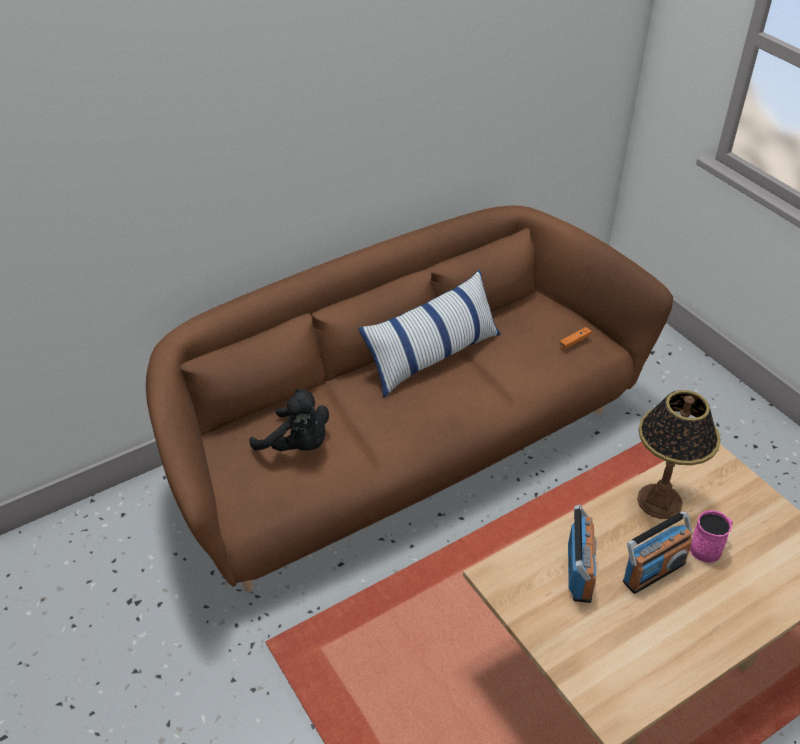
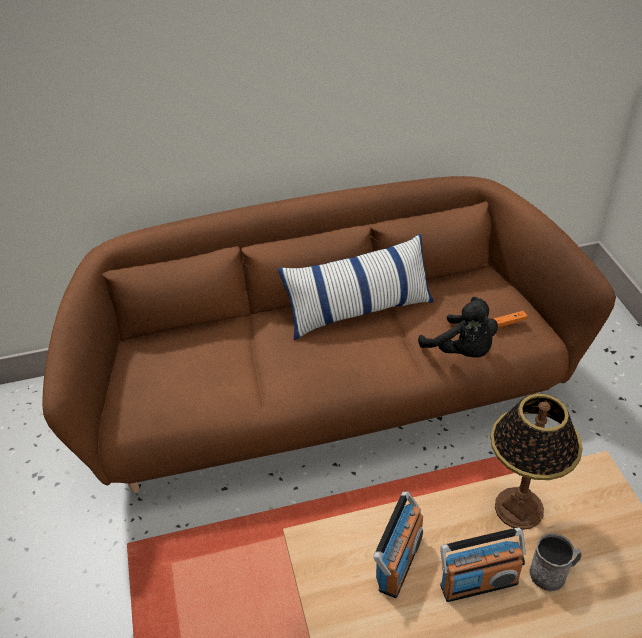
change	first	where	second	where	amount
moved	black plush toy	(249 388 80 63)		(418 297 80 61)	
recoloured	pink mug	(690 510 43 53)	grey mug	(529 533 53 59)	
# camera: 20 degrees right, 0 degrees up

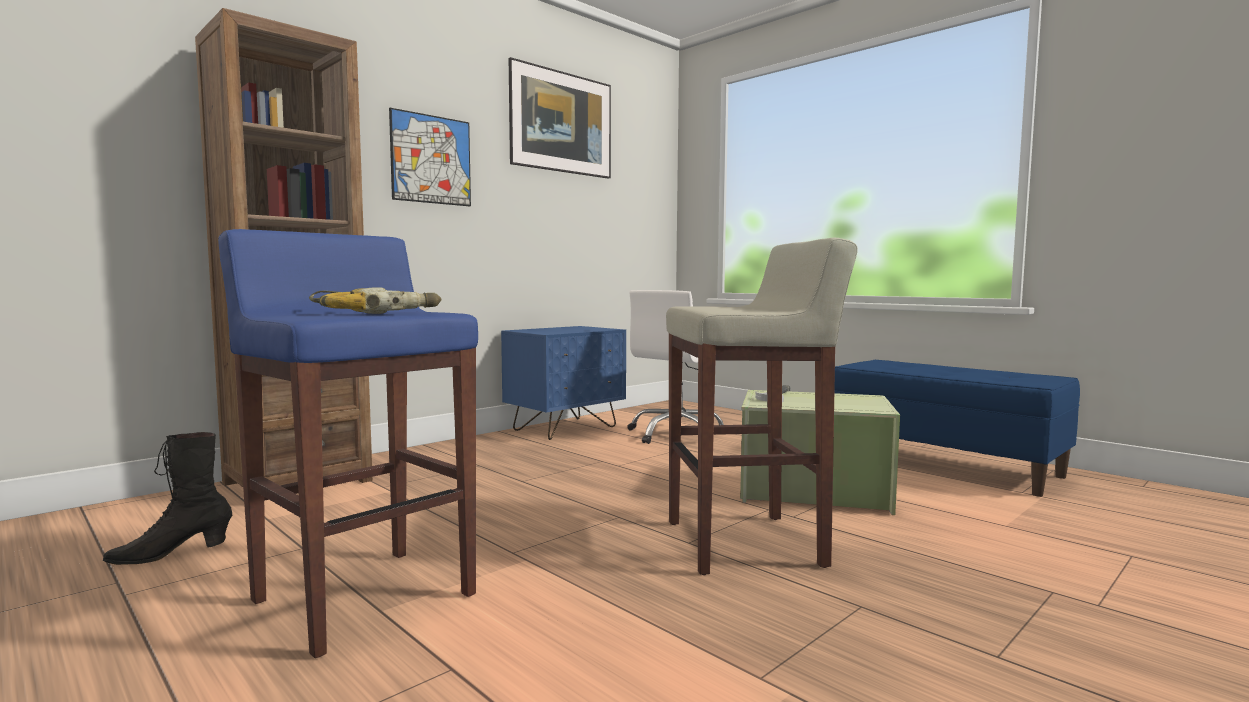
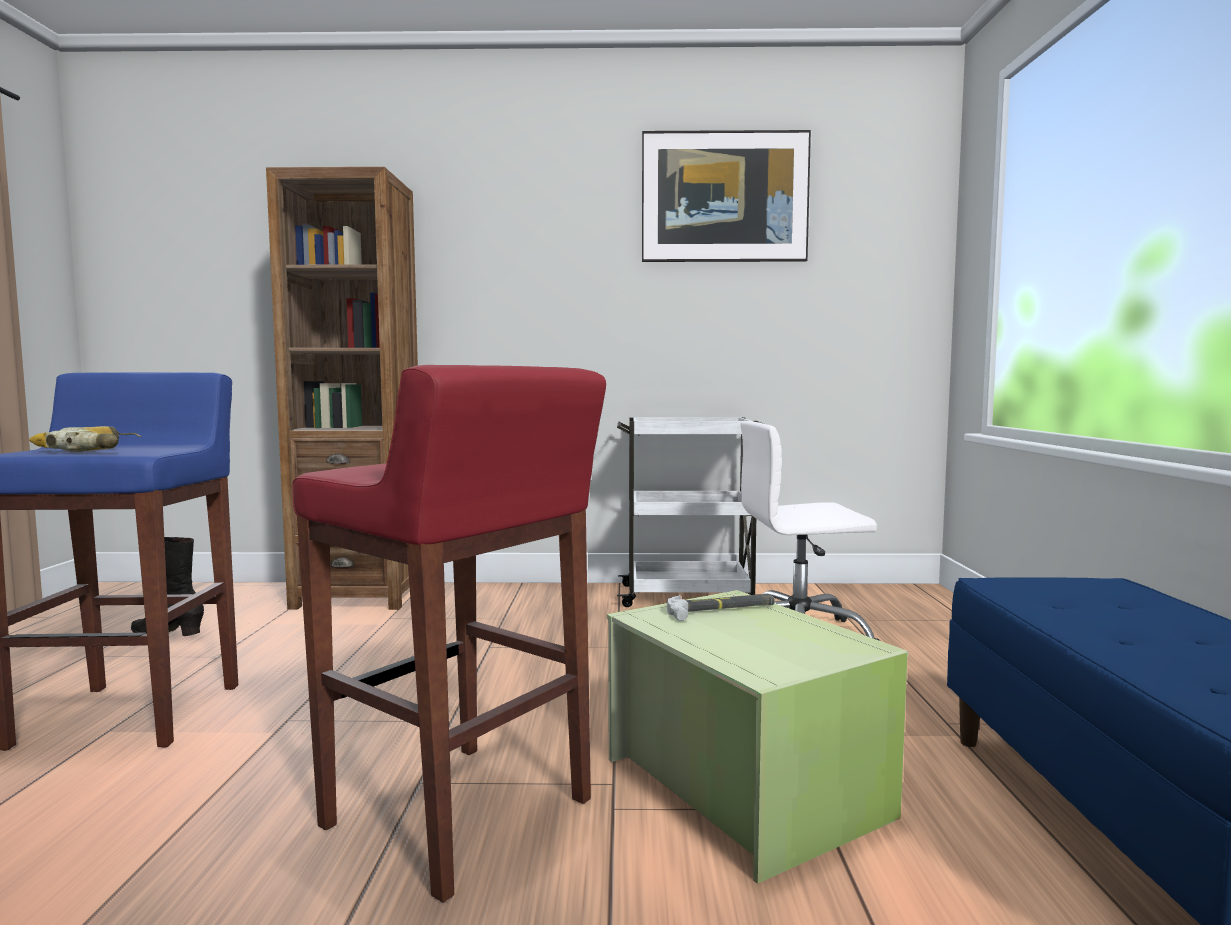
change	first	where	second	where	amount
removed	picture	(389 108 82 98)			
recoloured	beige stool	(666 238 192 337)	red stool	(293 365 313 538)	
replaced	blue nightstand	(501 326 125 114)	white cart	(617 417 147 190)	
# camera: 45 degrees right, 0 degrees up

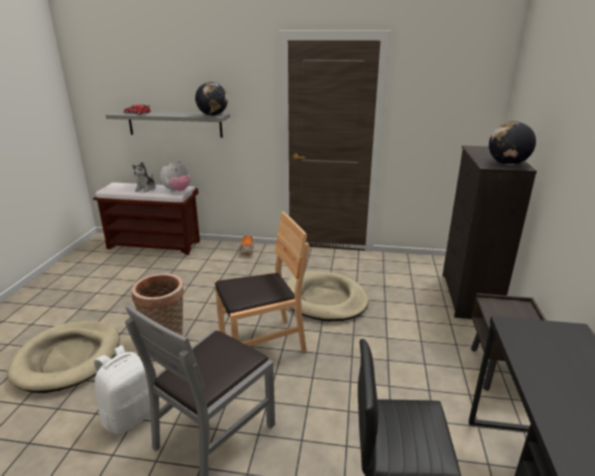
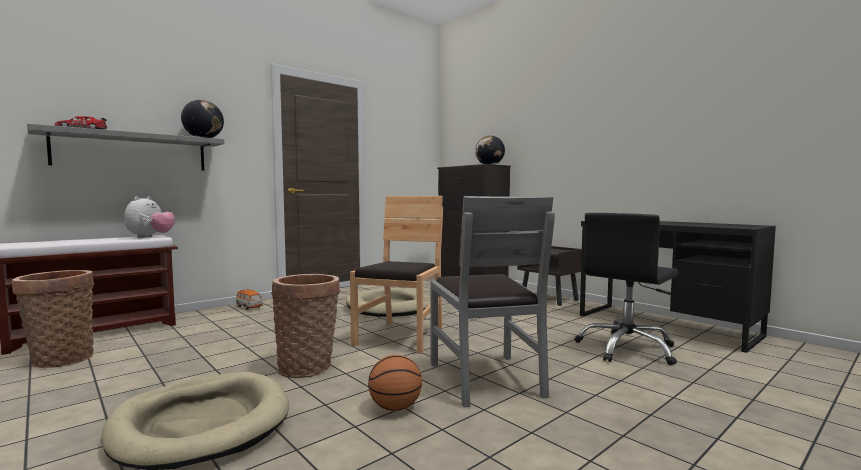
change	first	where	second	where	amount
removed	plush toy	(132 162 24 31)			
replaced	white backpack	(94 345 56 90)	basketball	(368 355 54 56)	
added			basket	(12 270 82 98)	
# camera: 50 degrees left, 20 degrees down

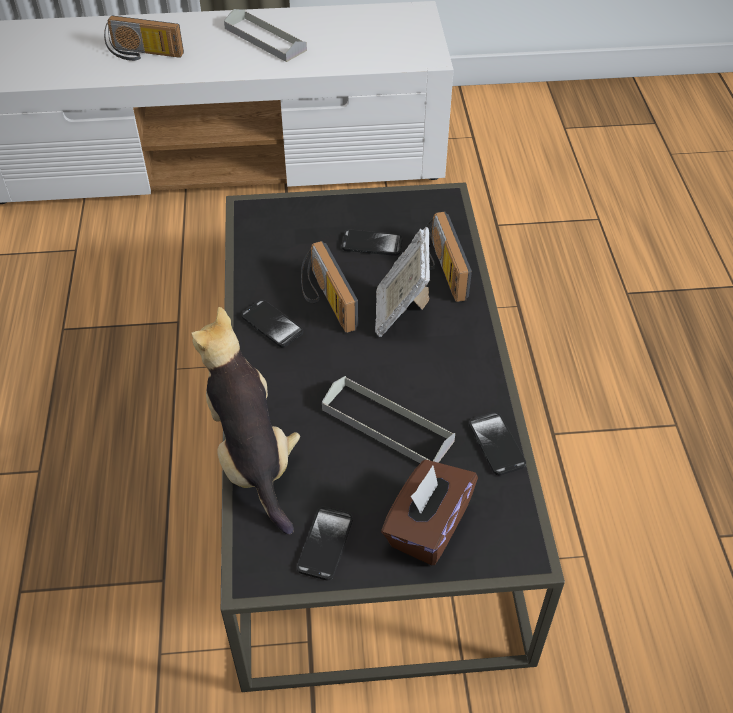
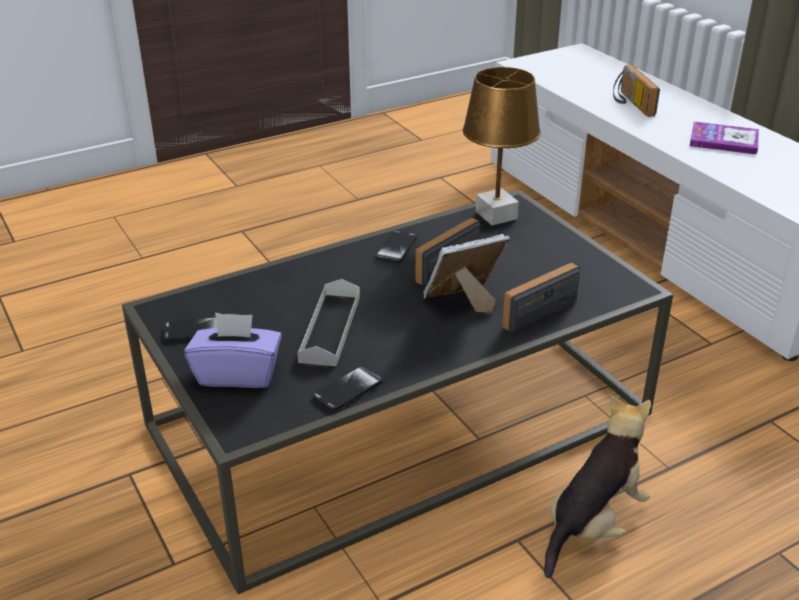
change	first	where	second	where	amount
replaced	grey tray	(224 9 83 53)	book	(690 121 69 34)	
removed	phone	(341 229 62 27)			
moved	plush toy	(192 307 108 228)		(544 395 107 183)	
recoloured	brown tissue box	(381 460 97 105)	purple tissue box	(184 312 98 76)	
added			brown table lamp	(463 67 78 159)	
# camera: 65 degrees right, 15 degrees down

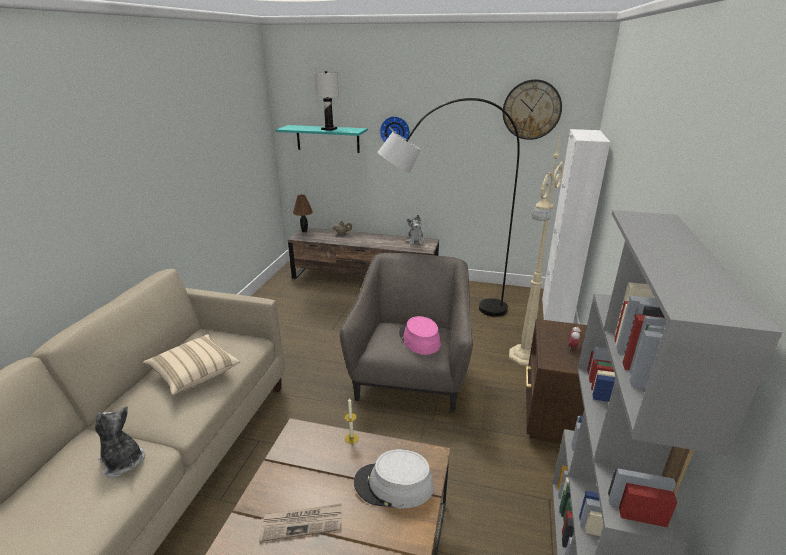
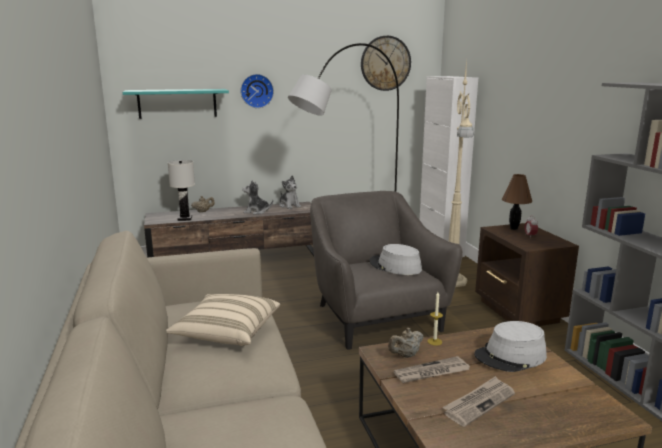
change	first	where	second	where	amount
moved	white table lamp	(314 71 25 60)		(168 160 27 61)	
moved	brown table lamp	(293 194 20 38)		(502 174 30 56)	
recoloured	pink hat	(399 316 42 39)	grey hat	(370 244 52 31)	
moved	plush toy	(95 406 50 72)		(242 180 31 35)	
added			beige teapot	(388 328 35 30)	
added			newspaper	(394 356 76 27)	
# camera: 30 degrees left, 10 degrees down

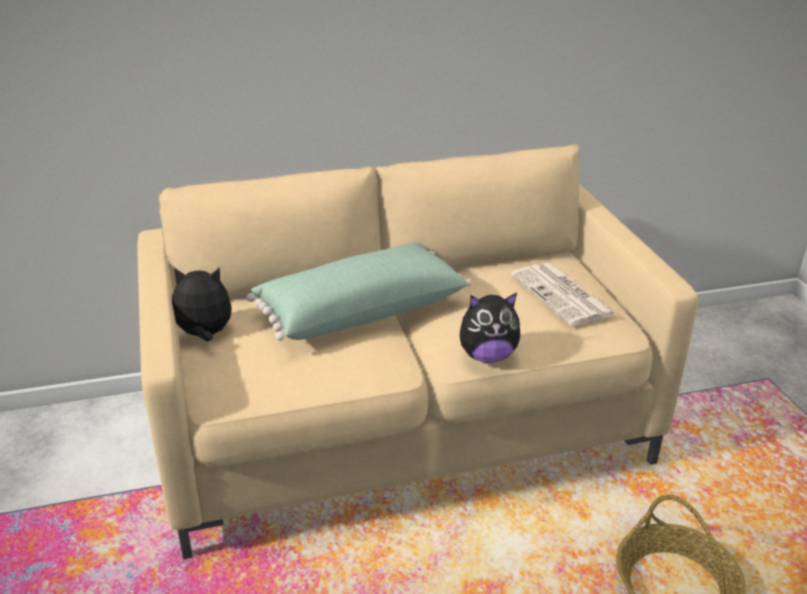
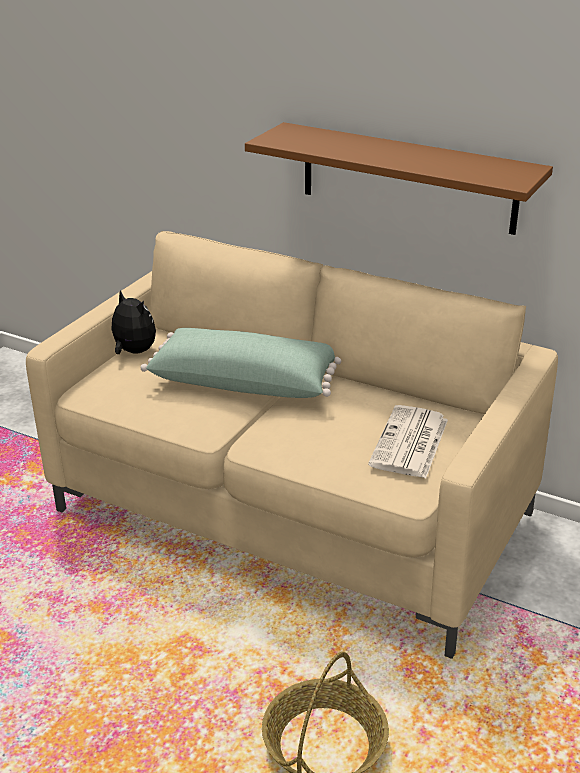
change	first	where	second	where	amount
removed	plush toy	(460 293 60 70)			
added			brown shelf	(245 122 308 113)	
# camera: 45 degrees right, 0 degrees up

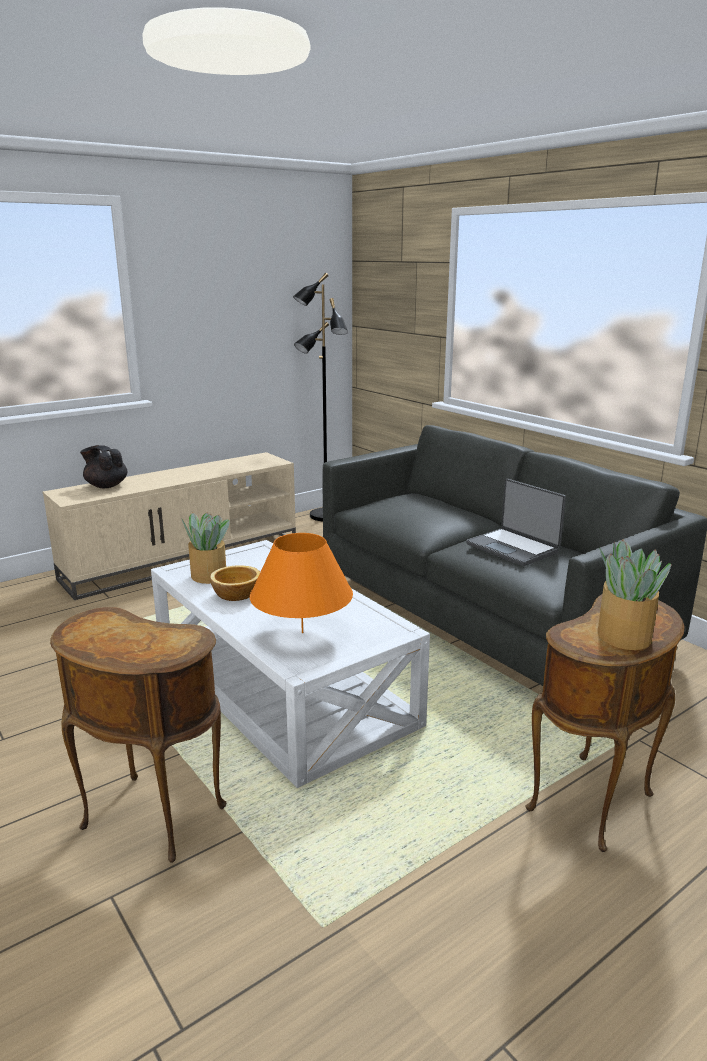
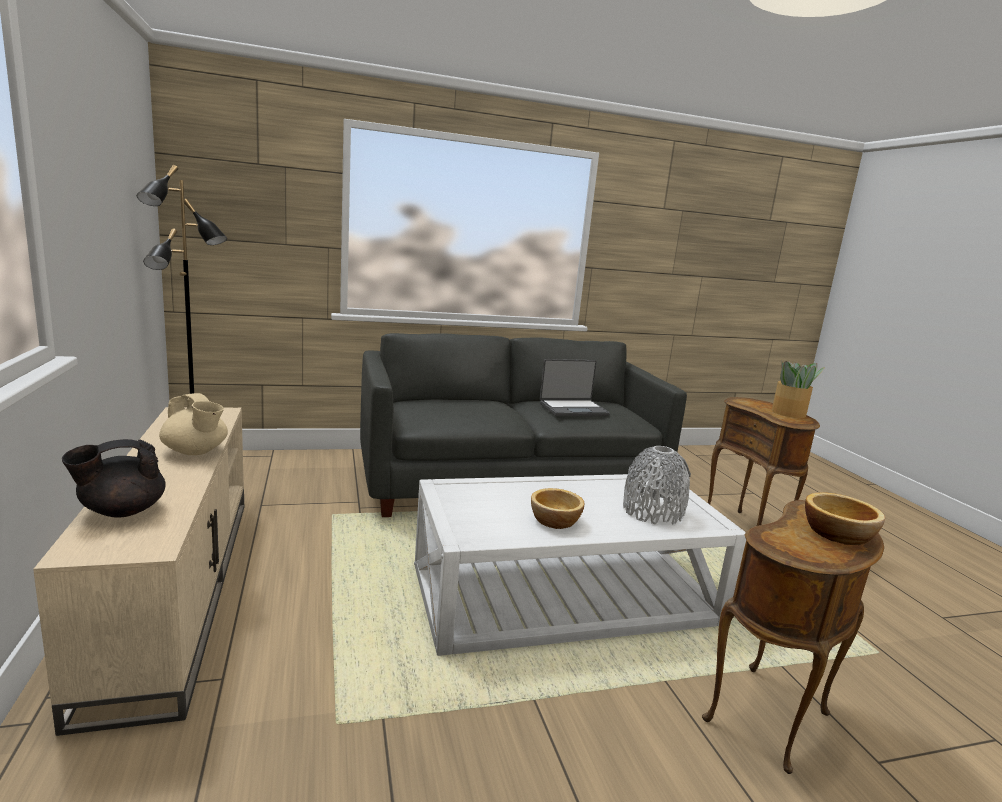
change	first	where	second	where	amount
removed	potted plant	(181 512 49 72)			
replaced	orange table lamp	(250 533 103 100)	grey vase	(623 446 68 78)	
added			beige teapot	(159 393 69 62)	
added			bowl	(805 492 80 53)	
# camera: 70 degrees left, 5 degrees down

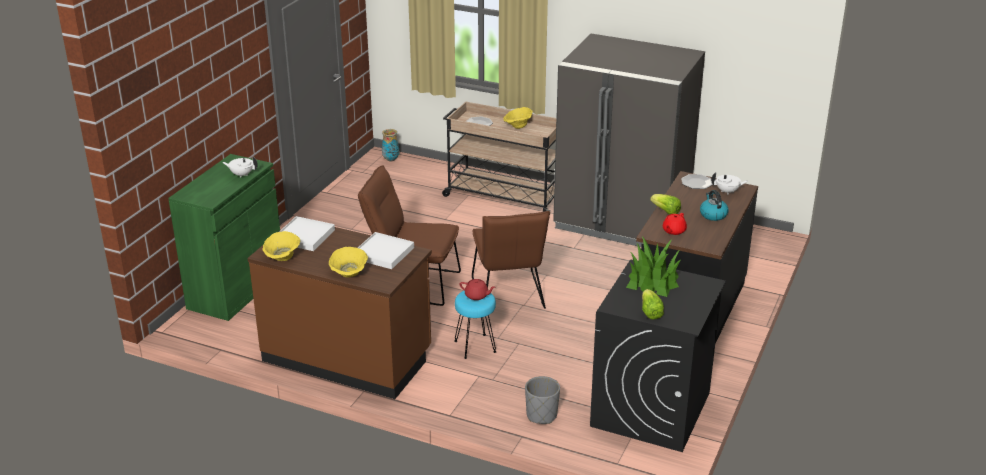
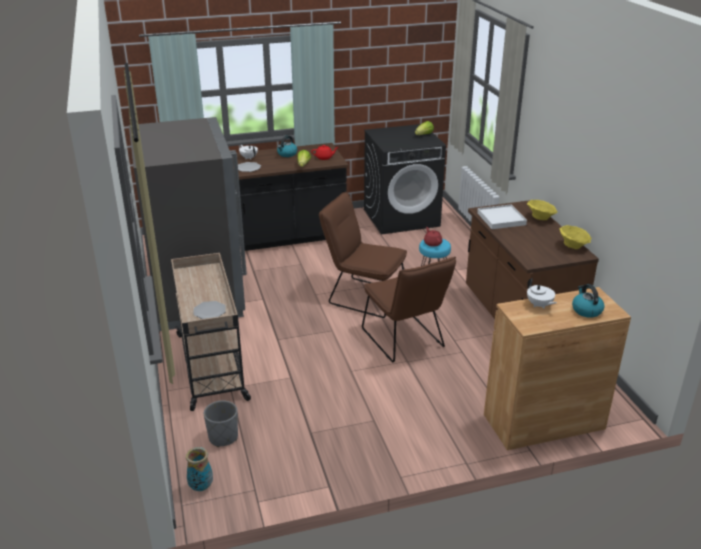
change	first	where	second	where	amount
removed	yellow bowl	(503 107 30 22)			
recoloured	green cabinet	(168 154 112 167)	brown cabinet	(484 287 147 163)	
turned	brown chair	(472 211 78 98)		(319 192 88 126)	105 degrees counterclockwise
removed	white tray	(279 216 56 35)			
removed	potted plant	(626 236 56 61)			
moved	grey planter	(525 376 35 48)		(204 400 34 47)	
added			kettle	(572 284 32 34)	
# camera: 130 degrees left, 0 degrees up

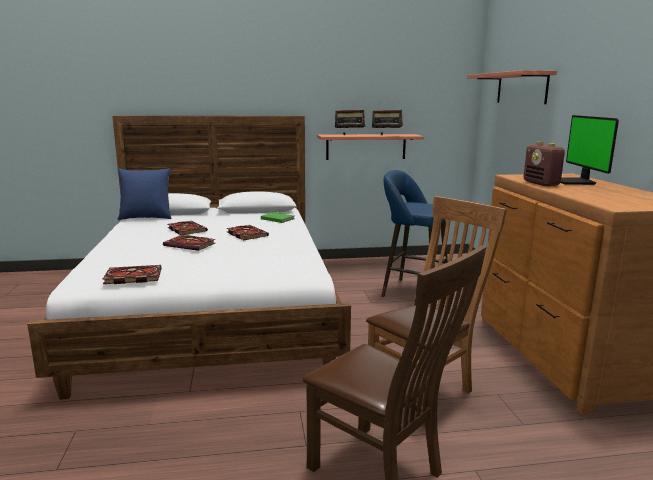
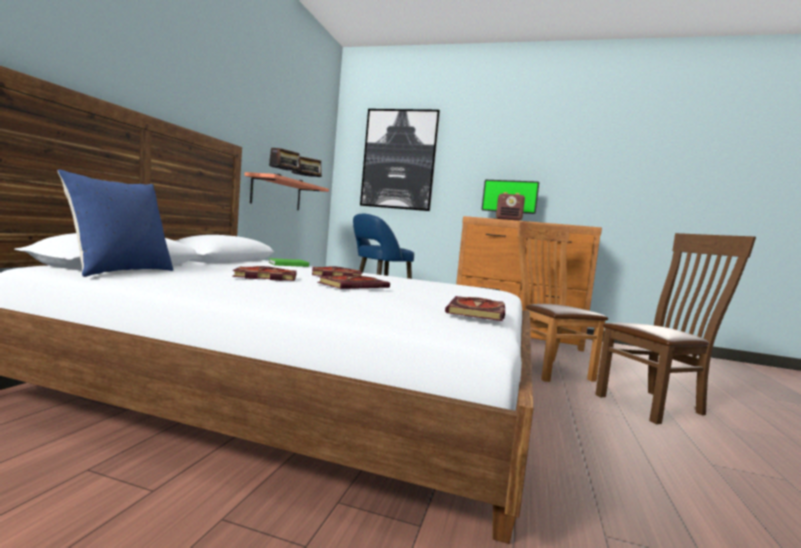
change	first	where	second	where	amount
replaced	shelf	(467 70 90 34)	picture	(360 109 80 102)	
# camera: 65 degrees left, 10 degrees down

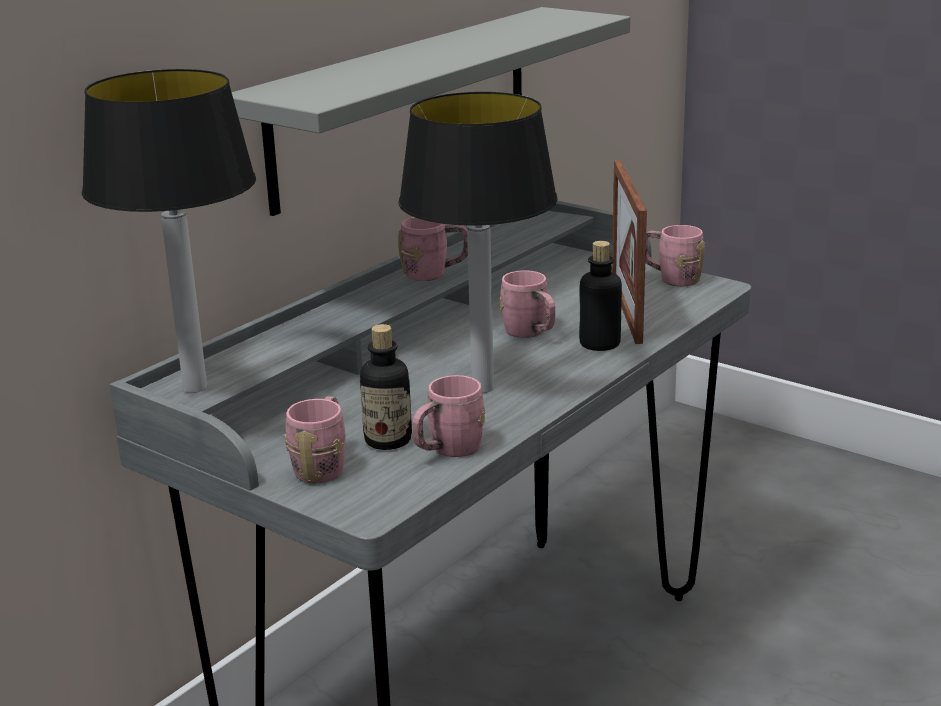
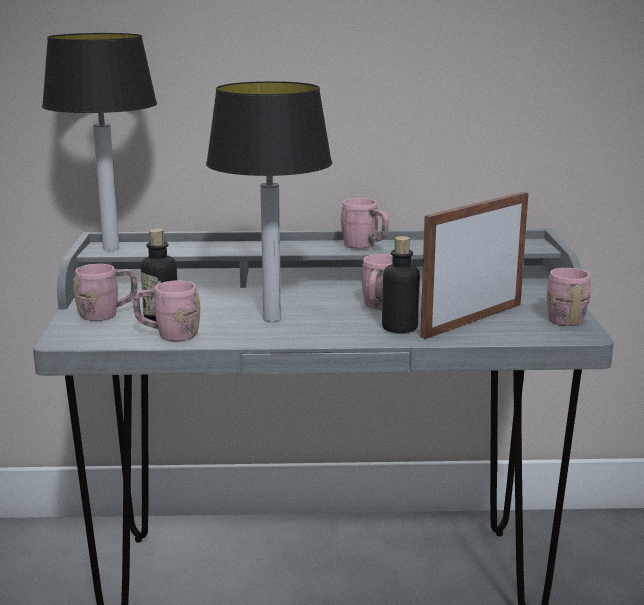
change	first	where	second	where	amount
removed	grey shelf	(232 7 398 209)			
# camera: 50 degrees right, 5 degrees down

